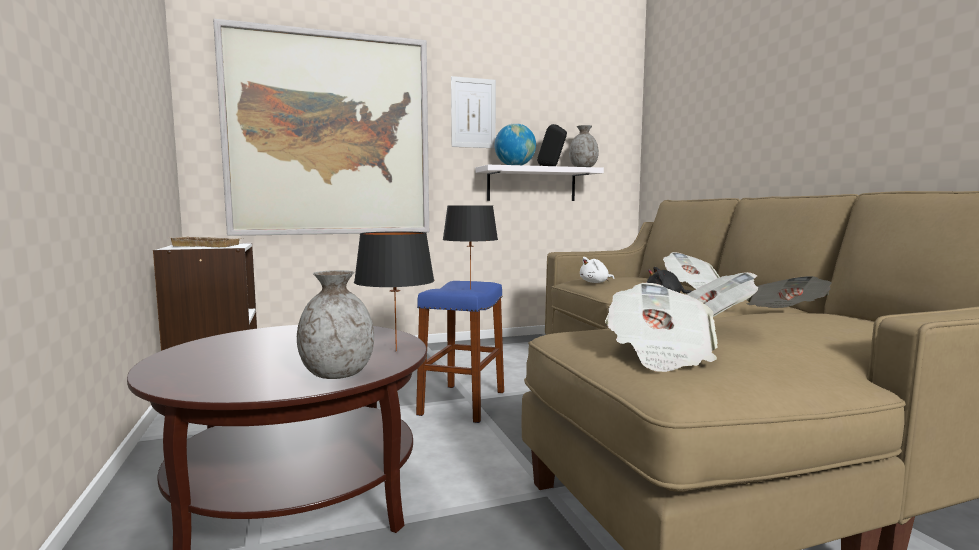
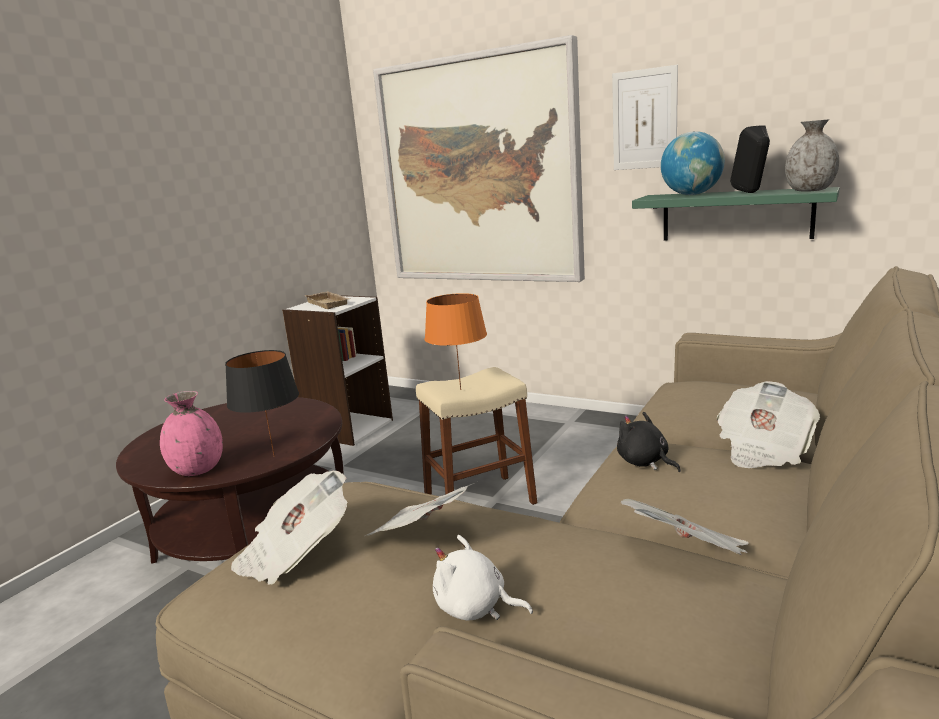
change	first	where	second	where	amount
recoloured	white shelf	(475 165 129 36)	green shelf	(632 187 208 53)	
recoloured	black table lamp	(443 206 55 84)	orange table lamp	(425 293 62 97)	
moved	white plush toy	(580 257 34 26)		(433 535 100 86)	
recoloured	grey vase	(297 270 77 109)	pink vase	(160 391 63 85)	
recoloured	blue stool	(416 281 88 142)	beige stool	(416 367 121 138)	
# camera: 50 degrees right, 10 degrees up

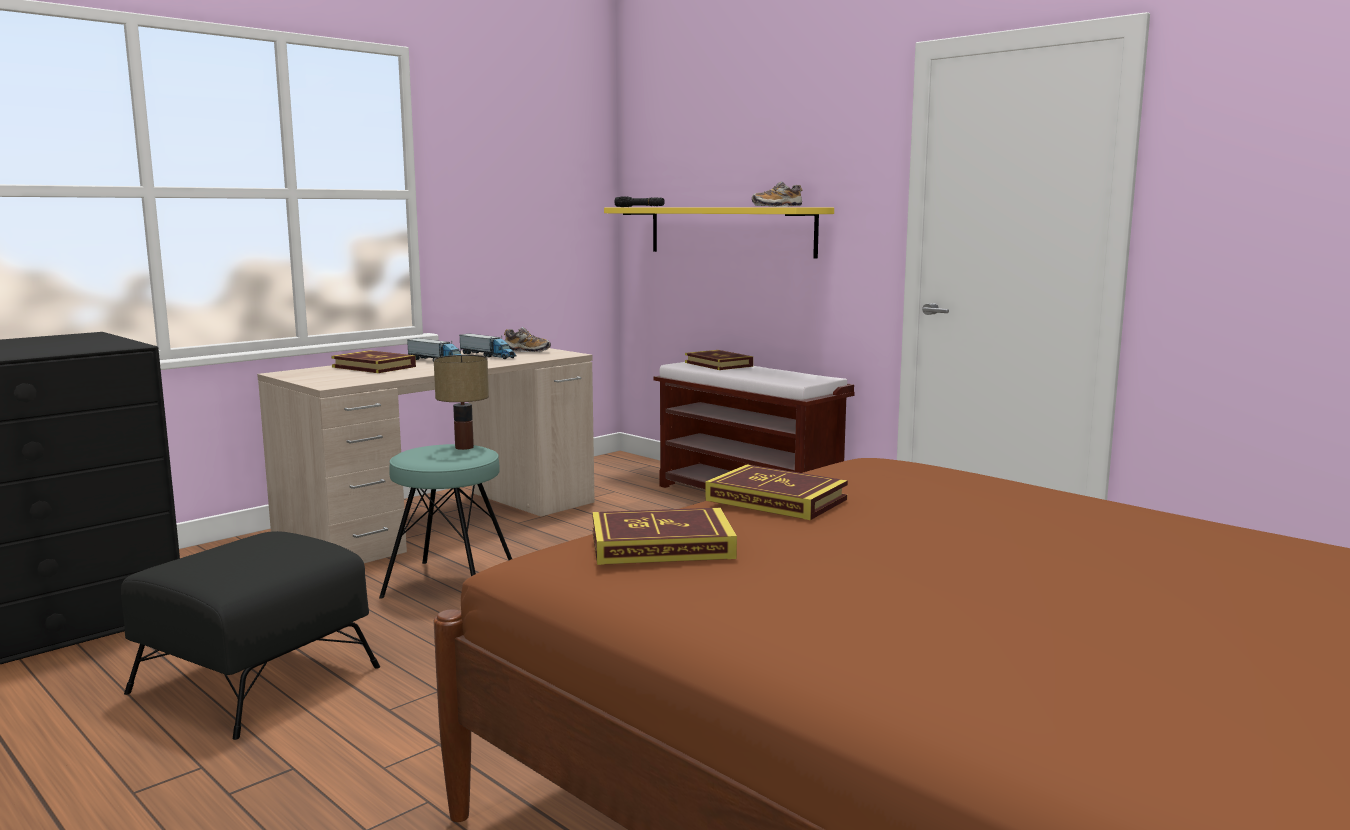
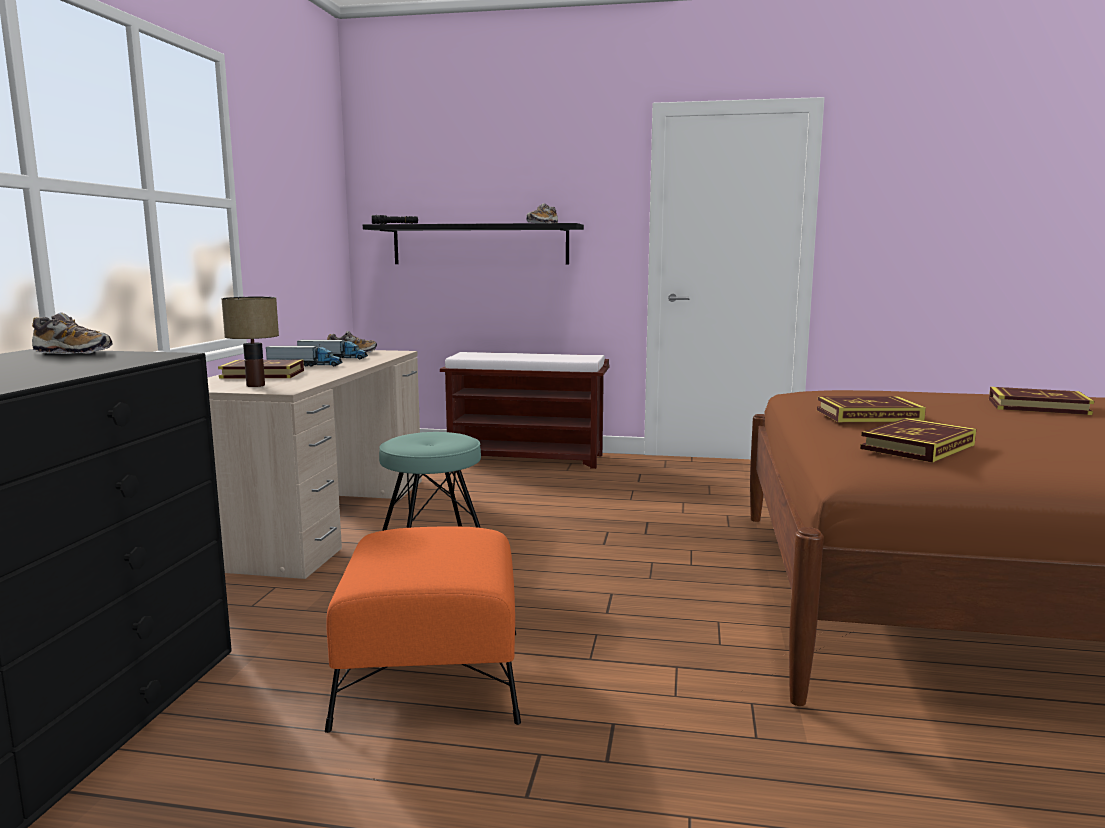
change	first	where	second	where	amount
recoloured	yellow shelf	(604 207 230 52)	black shelf	(363 223 221 42)	
moved	book	(685 350 68 20)		(989 387 105 28)	
moved	table lamp	(434 355 55 95)		(221 297 58 90)	
recoloured	black ottoman	(121 531 259 209)	orange ottoman	(325 526 196 207)	
added			shoe	(32 312 80 42)	
# camera: 35 degrees left, 0 degrees up

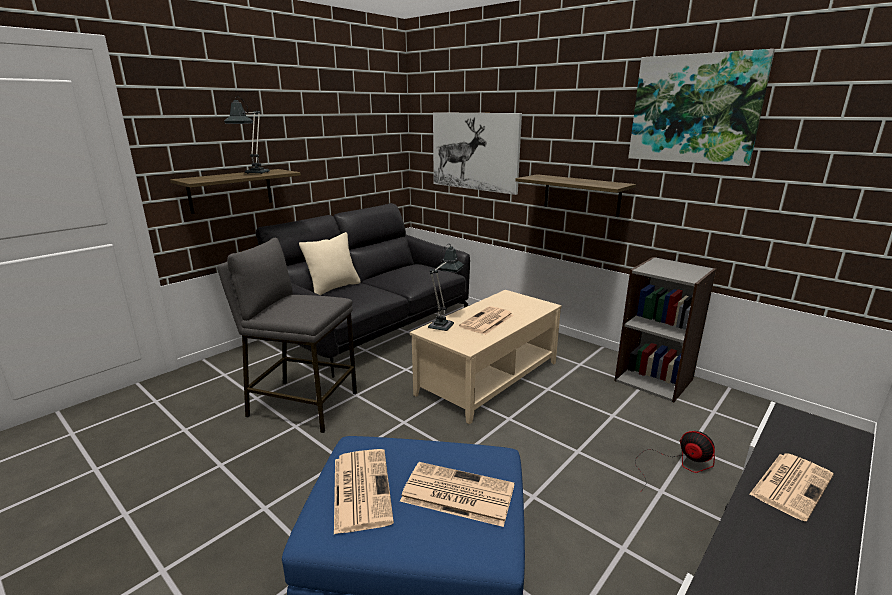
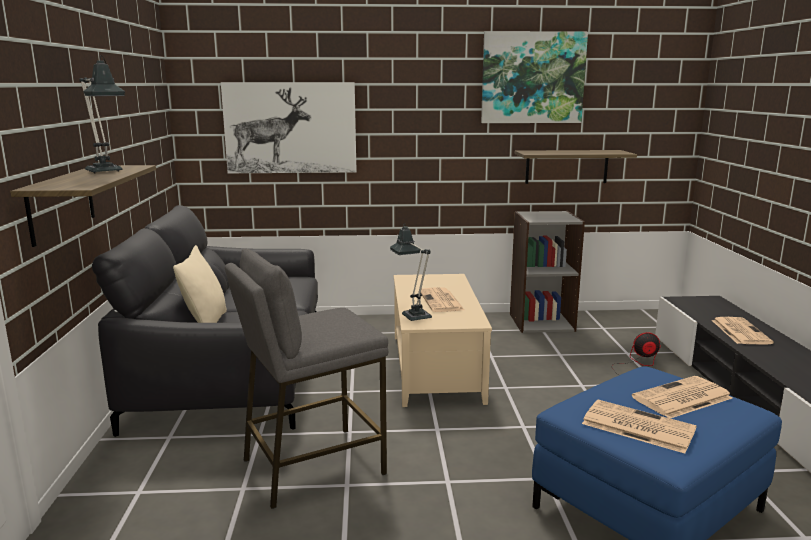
change	first	where	second	where	amount
moved	shelf	(515 174 121 43)		(515 150 122 34)	
# camera: 45 degrees left, 5 degrees down

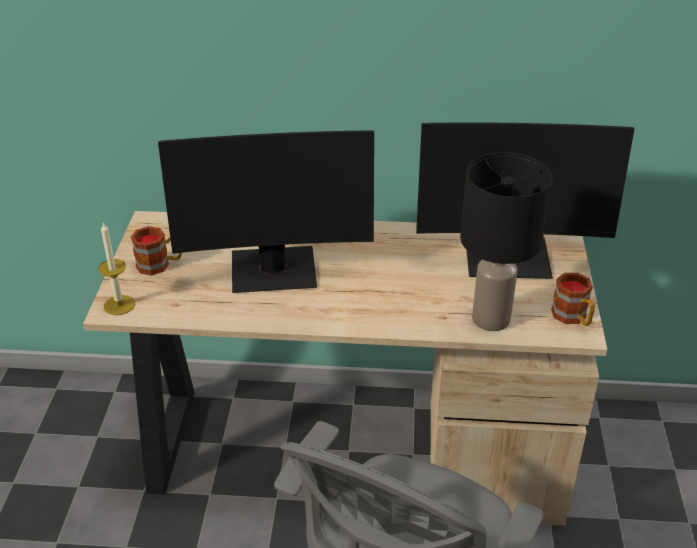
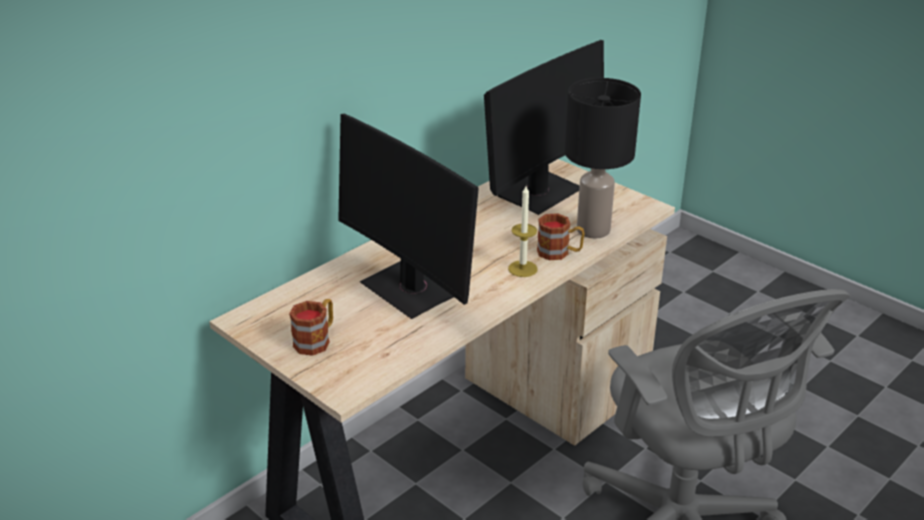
change	first	where	second	where	amount
turned	monitor	(158 130 216 163)		(338 114 141 205)	105 degrees clockwise
moved	candle	(98 223 37 92)		(508 186 30 91)	
moved	mug	(551 273 44 53)		(537 213 48 47)	
# camera: 50 degrees left, 5 degrees down

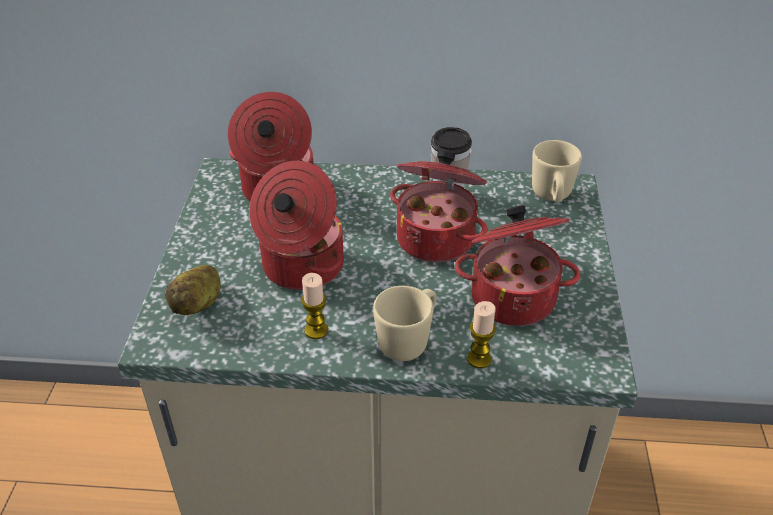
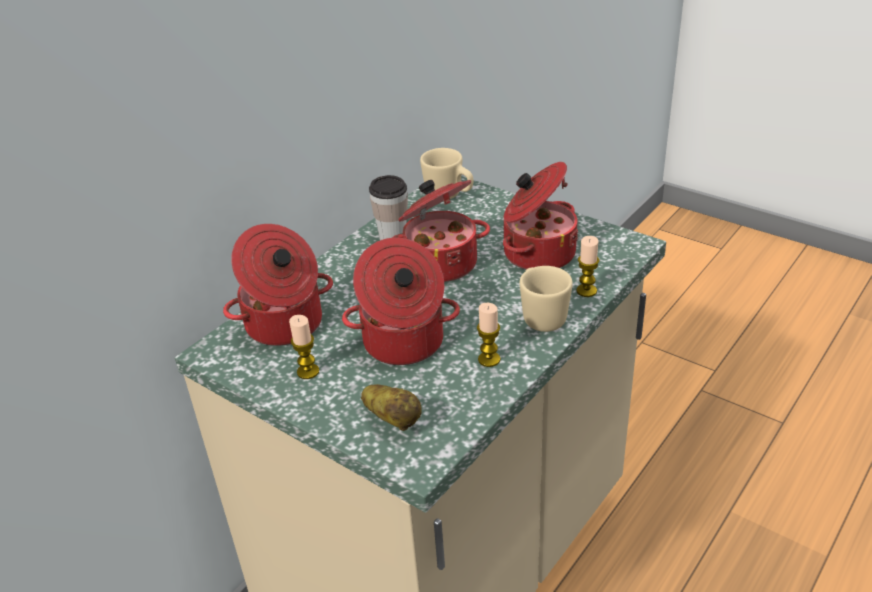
change	first	where	second	where	amount
added			candle	(289 315 30 64)	
# camera: 55 degrees left, 5 degrees down

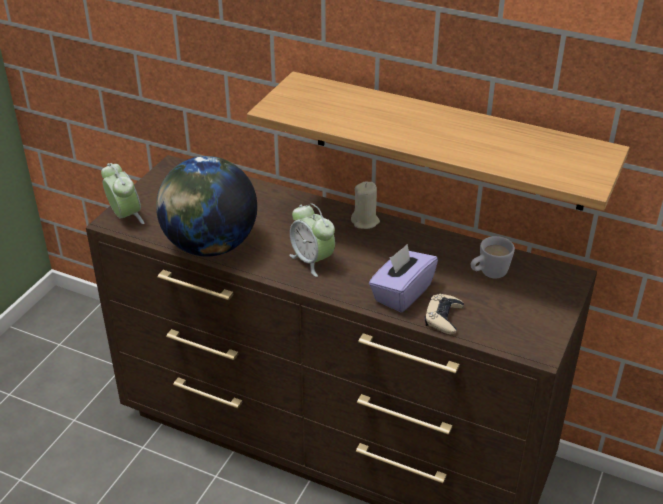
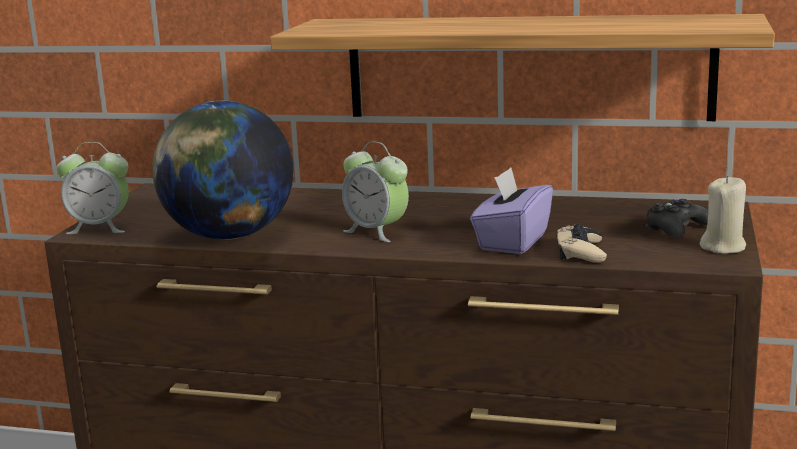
change	first	where	second	where	amount
turned	alarm clock	(101 163 43 61)		(56 142 73 92)	135 degrees clockwise
moved	beige candle	(351 182 29 47)		(700 176 46 78)	
removed	white mug	(471 236 44 42)			
added			black game controller	(646 199 62 39)	
# camera: 10 degrees left, 20 degrees down

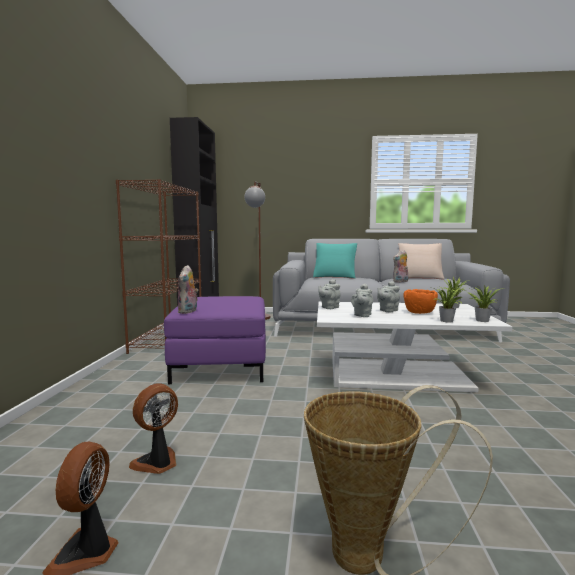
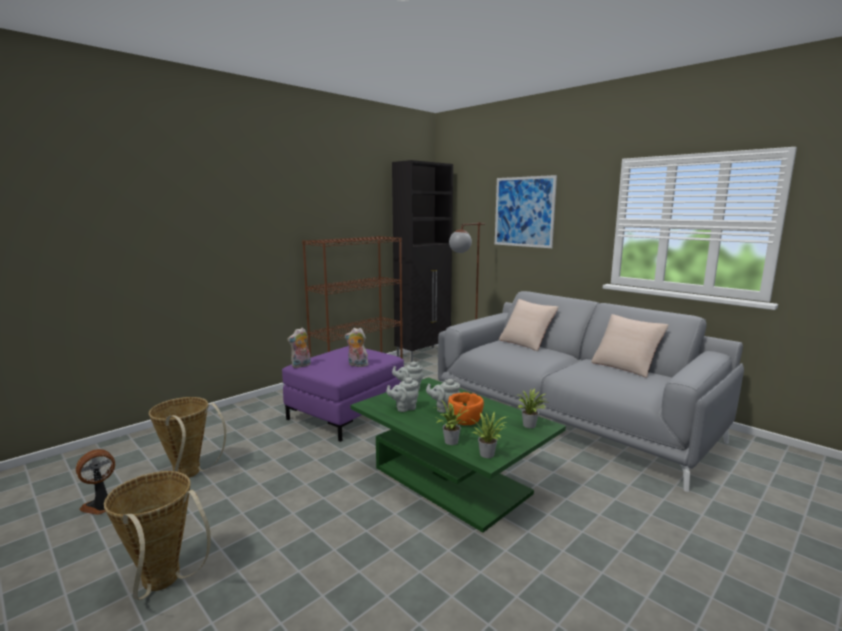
change	first	where	second	where	amount
recoloured	turquoise pillow	(313 243 44 36)	beige pillow	(499 299 60 52)	
moved	plush toy	(393 250 15 33)		(345 328 23 39)	
recoloured	white coffee table	(317 302 195 90)	green coffee table	(350 377 216 156)	
replaced	fan	(129 383 49 91)	basket	(149 397 77 81)	
added			picture	(495 175 62 73)	
# camera: 40 degrees right, 5 degrees up

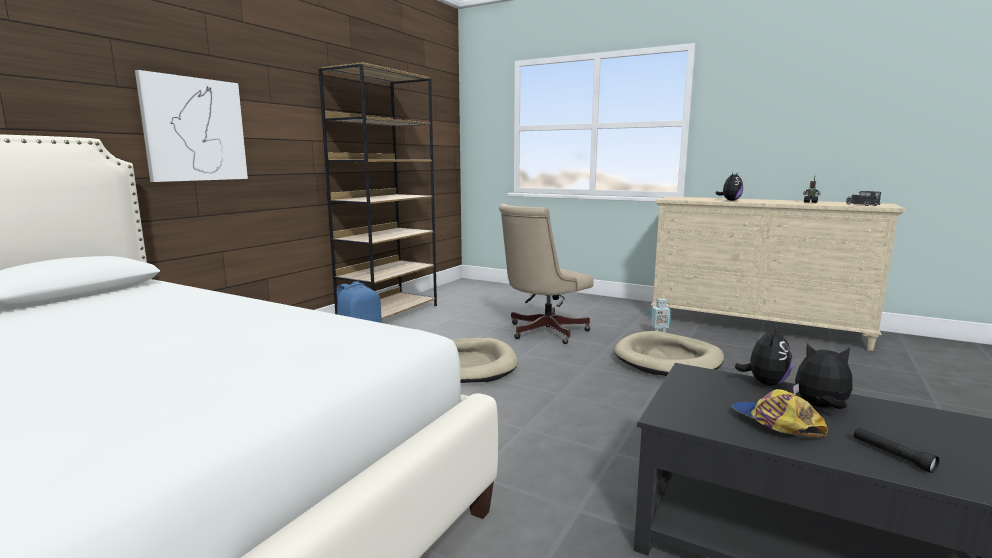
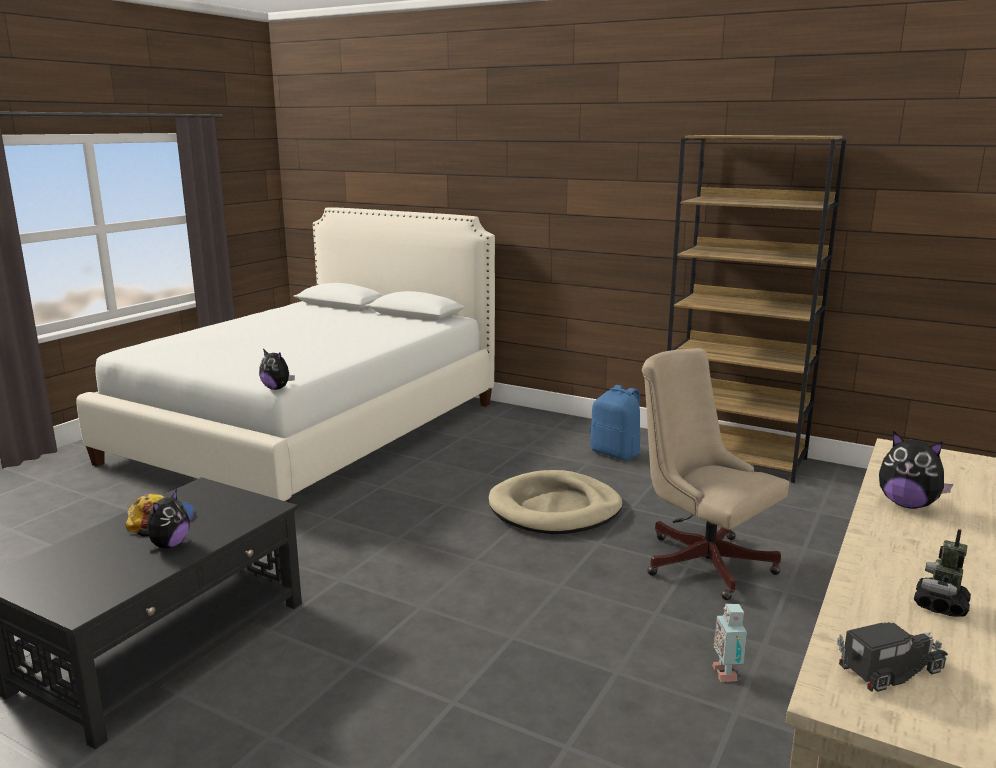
change	first	where	second	where	amount
removed	picture	(135 70 113 112)			
moved	plush toy	(735 326 57 60)		(259 349 36 41)	
removed	beige dog bed	(614 331 110 45)			
removed	black flashlight	(854 427 85 46)			
# camera: 90 degrees right, 5 degrees up

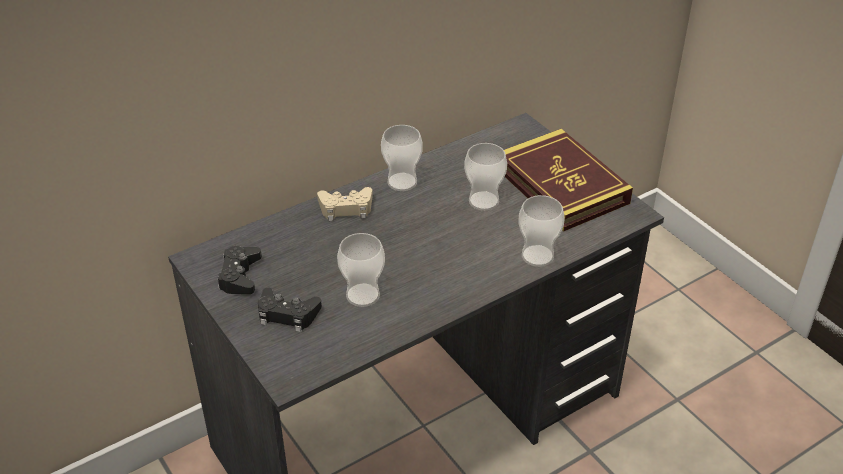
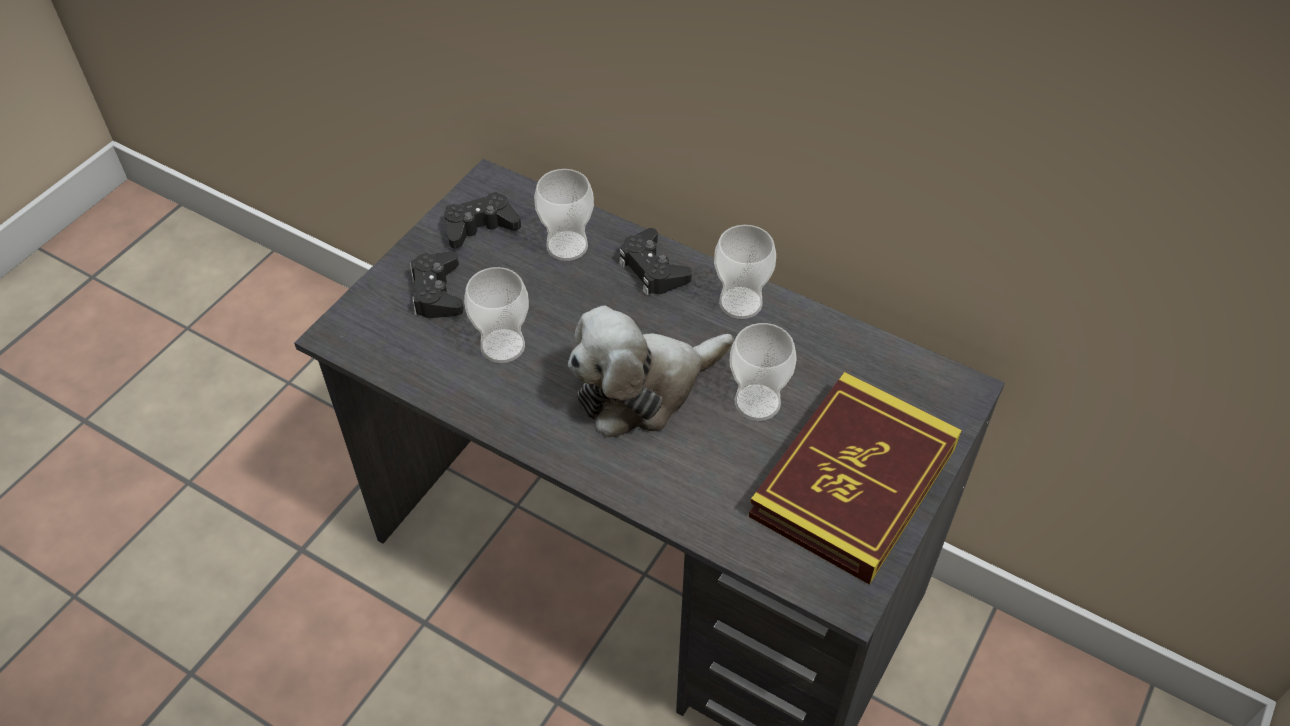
change	first	where	second	where	amount
recoloured	beige game controller	(317 187 56 34)	black game controller	(619 228 73 67)	
moved	cup	(518 195 46 72)		(534 169 60 92)	
added			plush toy	(568 305 166 133)	
# camera: 65 degrees right, 10 degrees up

